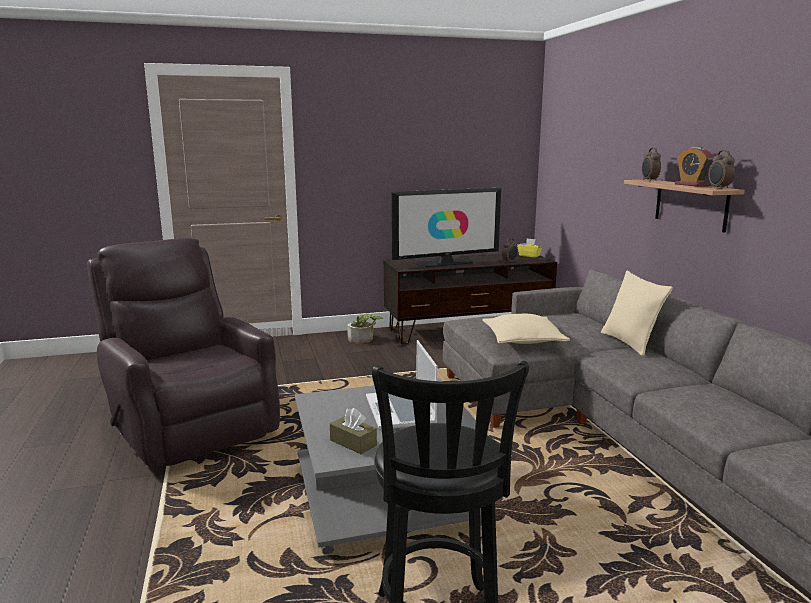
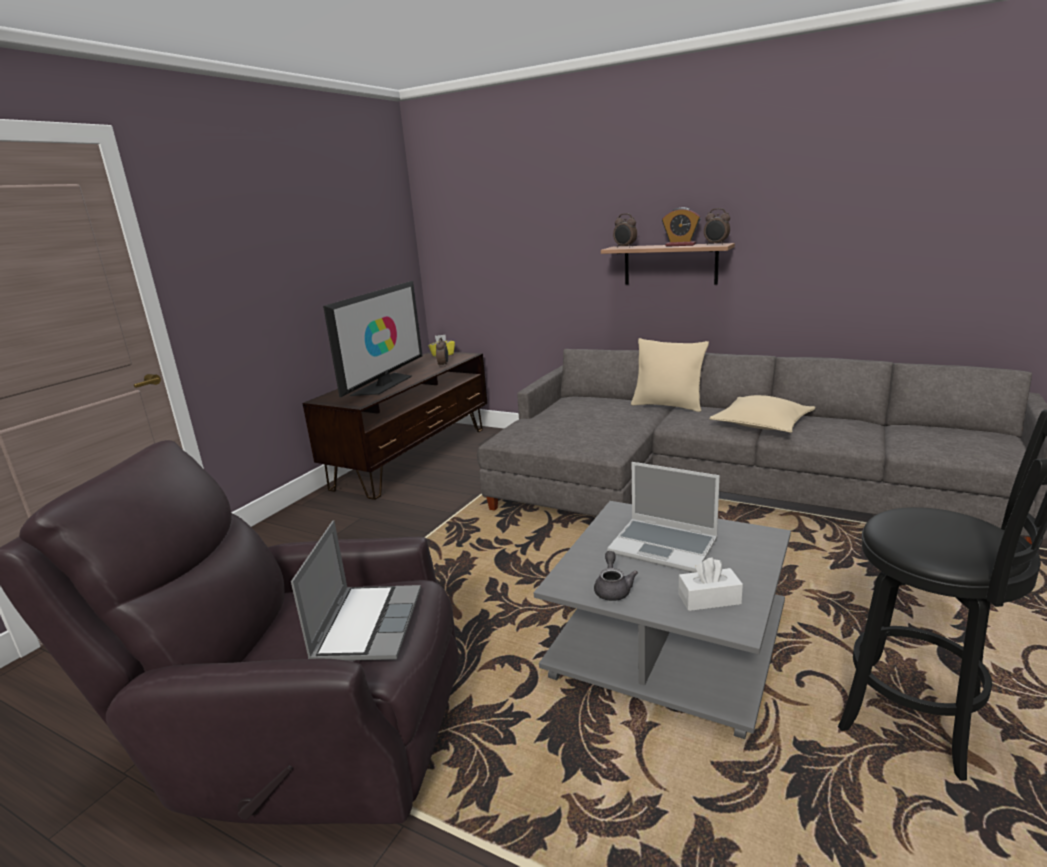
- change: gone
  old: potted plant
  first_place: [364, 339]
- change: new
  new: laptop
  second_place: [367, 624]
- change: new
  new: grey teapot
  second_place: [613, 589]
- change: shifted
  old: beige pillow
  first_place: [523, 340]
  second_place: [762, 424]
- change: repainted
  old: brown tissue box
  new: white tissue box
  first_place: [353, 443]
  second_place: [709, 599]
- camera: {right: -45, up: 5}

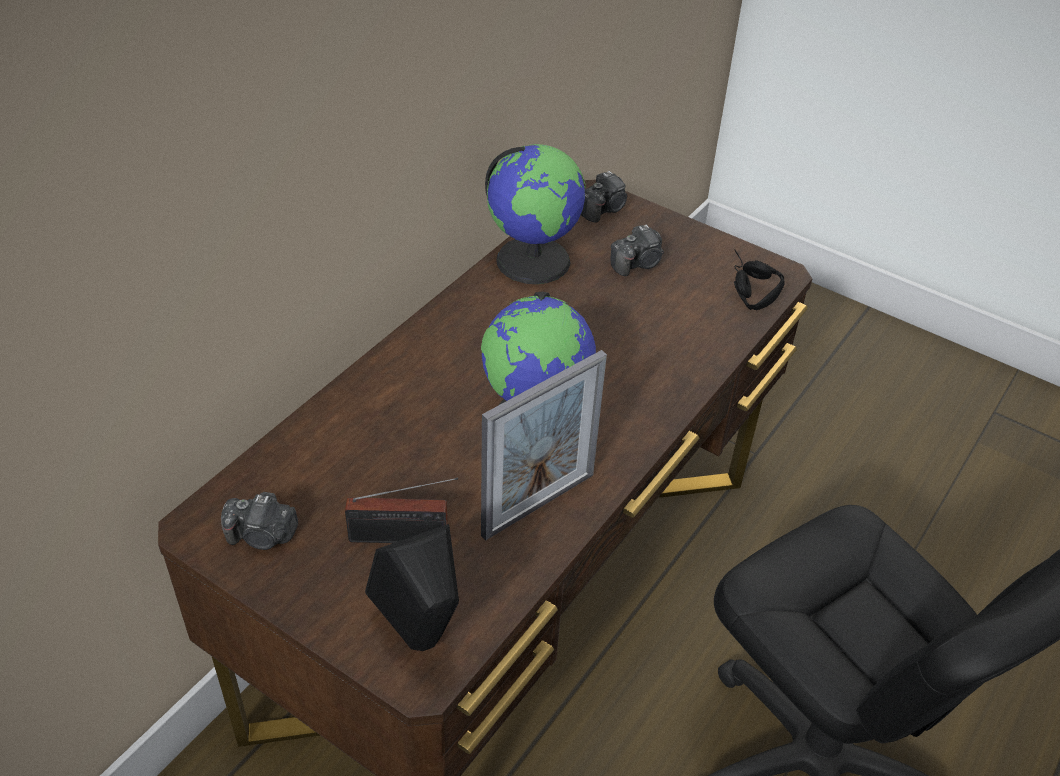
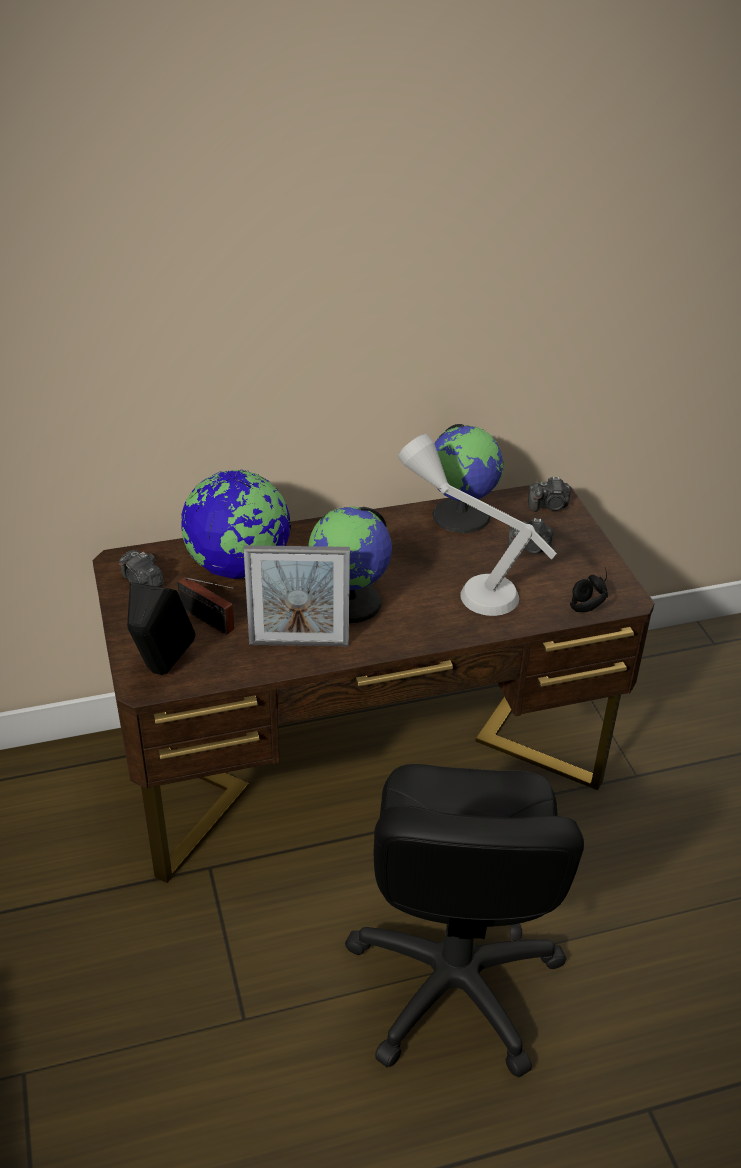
- change: new
  new: globe
  second_place: [239, 567]
- change: new
  new: grey table lamp
  second_place: [466, 582]
- camera: {right: 40, up: -5}

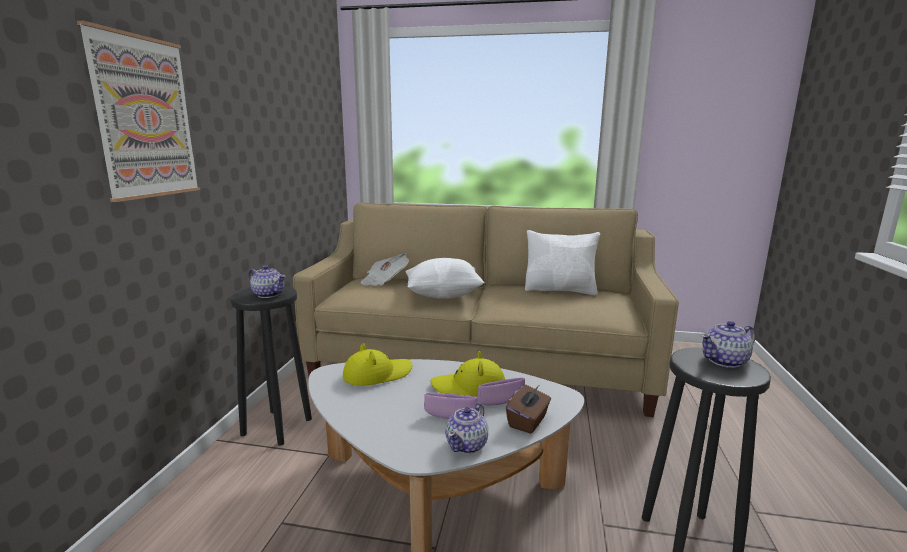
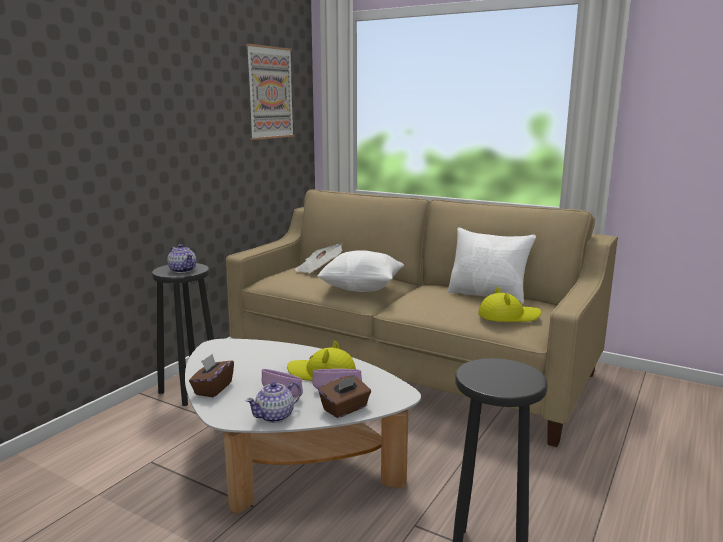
- change: gone
  old: teapot
  first_place: [725, 361]
- change: new
  new: brown tissue box
  second_place: [213, 388]
- change: shifted
  old: picture
  first_place: [144, 118]
  second_place: [270, 93]
- change: shifted
  old: yellow hat
  first_place: [377, 374]
  second_place: [508, 316]
- camera: {right: 20, up: 0}

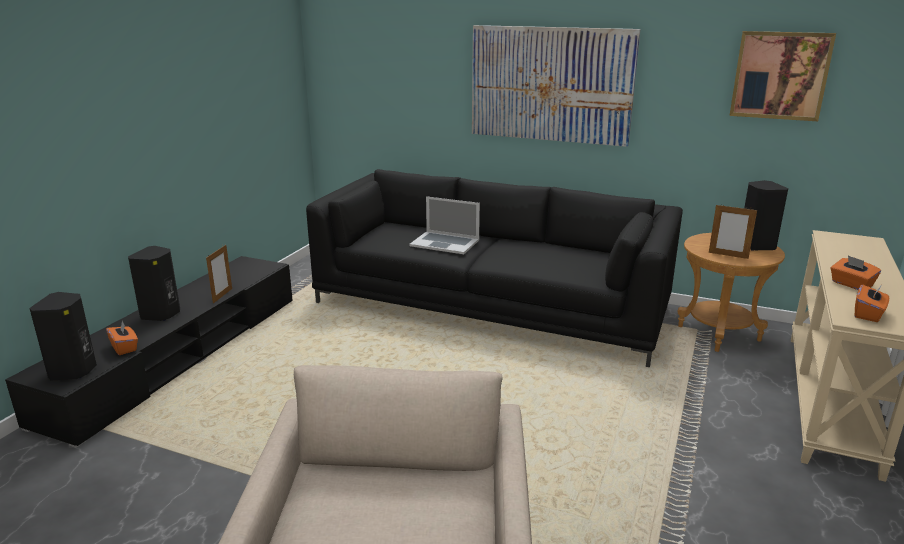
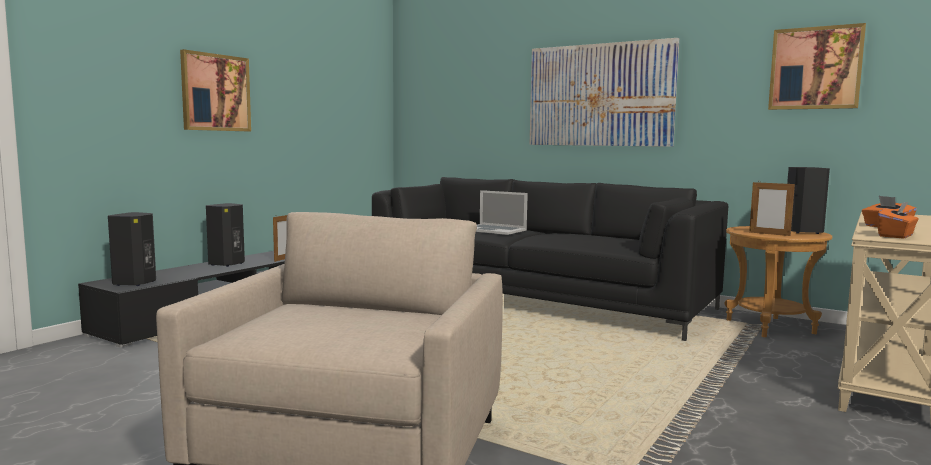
- change: gone
  old: orange tissue box
  first_place: [124, 348]
- change: new
  new: picture
  second_place: [215, 92]
- camera: {right: 10, up: -15}

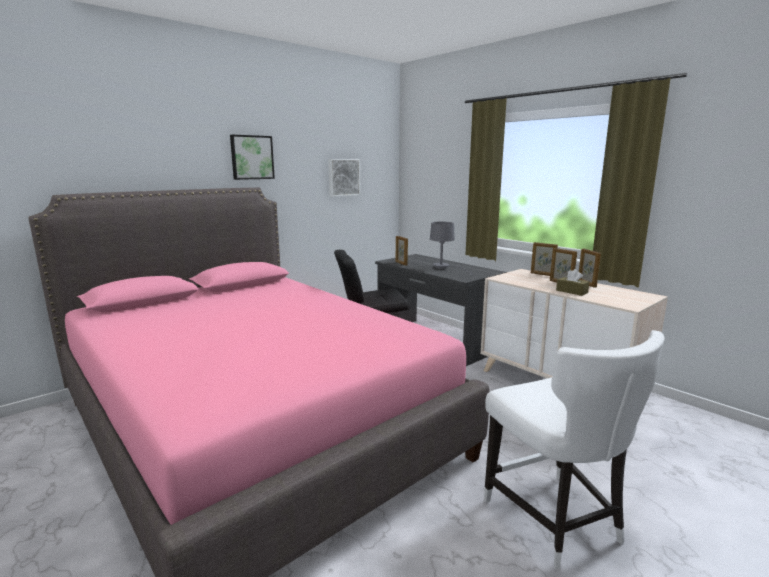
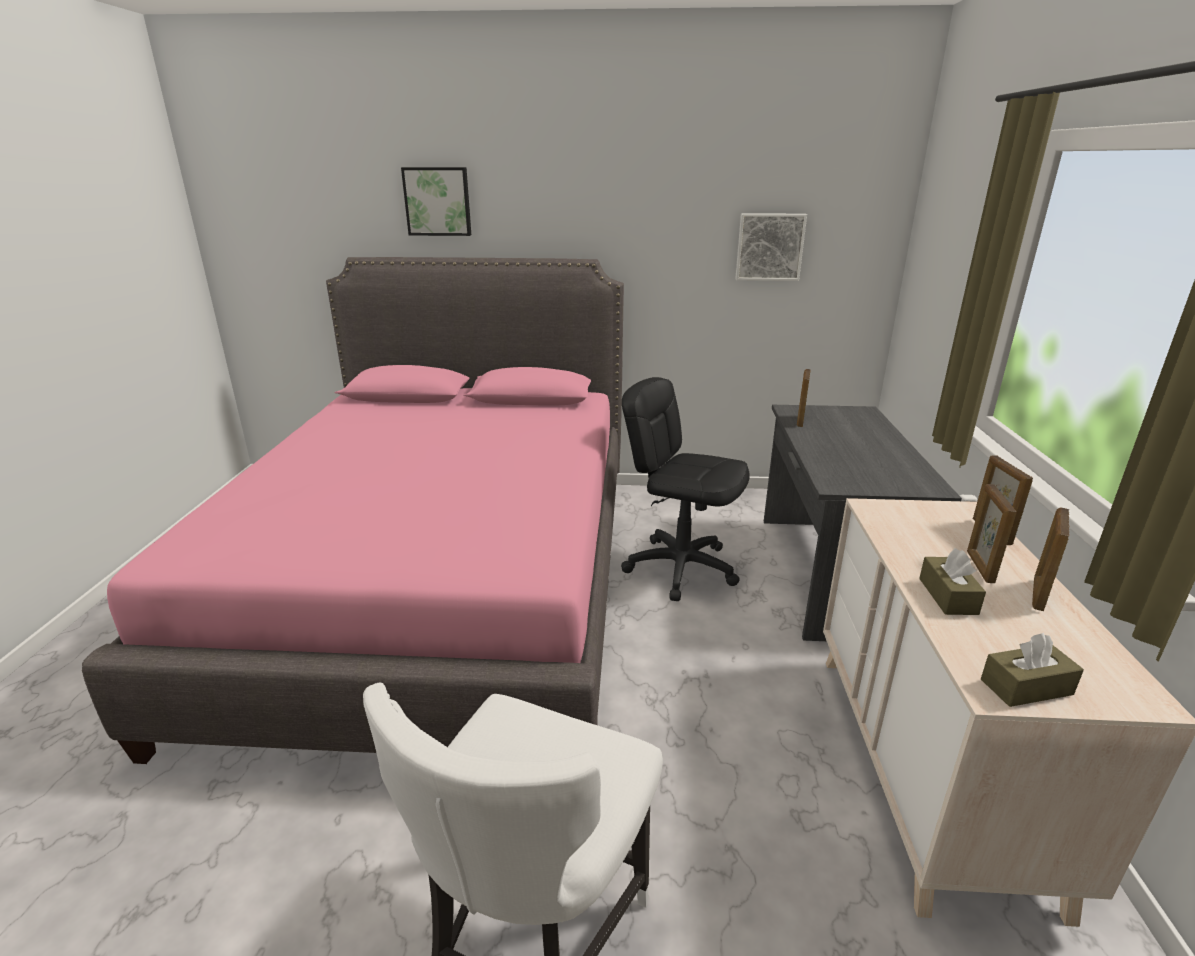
- change: gone
  old: grey table lamp
  first_place: [445, 268]
- change: new
  new: brown tissue box
  second_place: [1026, 687]
- change: shifted
  old: picture
  first_place: [251, 157]
  second_place: [438, 201]
- camera: {right: 45, up: 10}

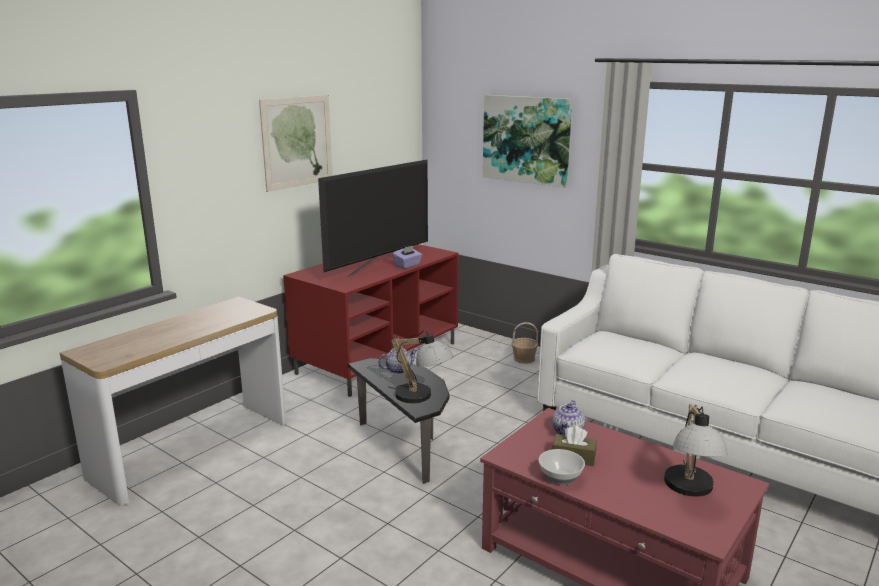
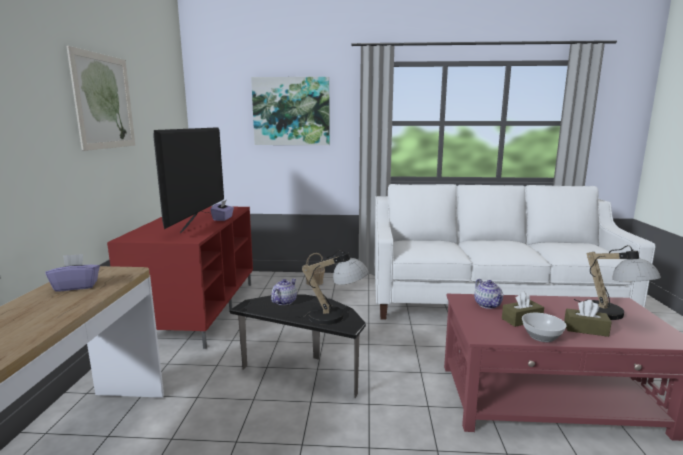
- change: new
  new: purple tissue box
  second_place: [76, 286]
- change: new
  new: brown tissue box
  second_place: [585, 329]
- camera: {right: -35, up: -5}

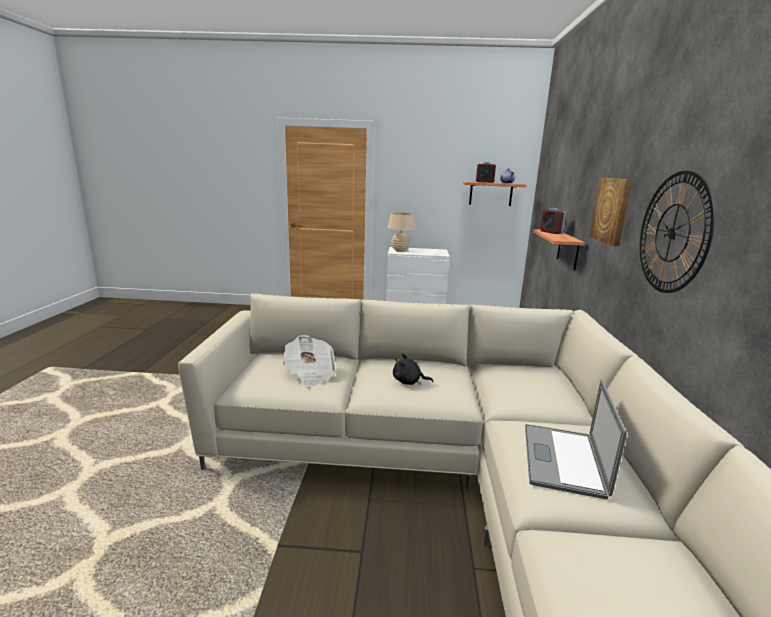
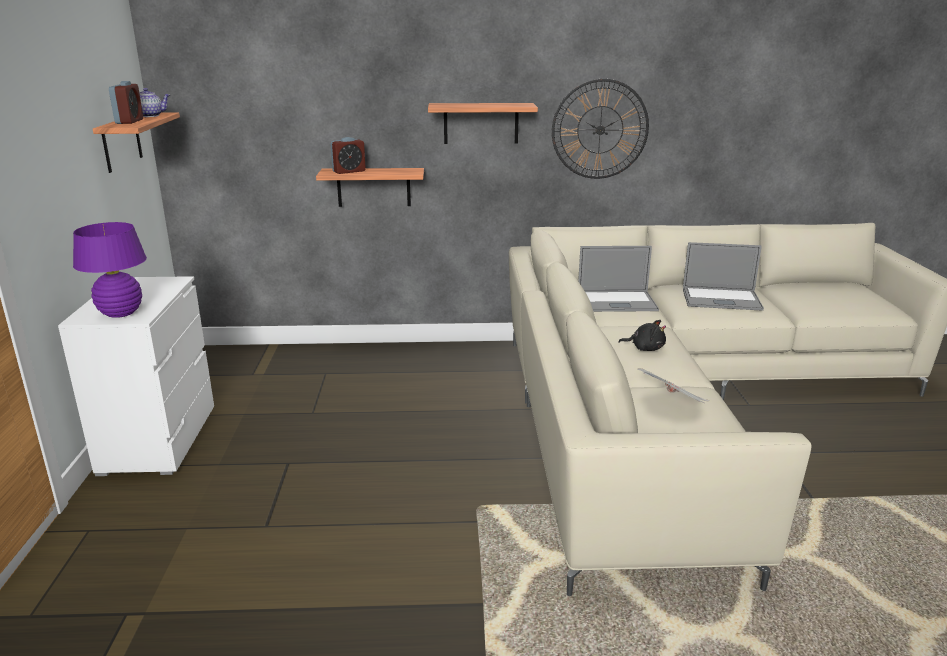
- change: new
  new: laptop
  second_place: [616, 302]
- change: swapped
  old: picture
  new: shelf
  first_place: [611, 210]
  second_place: [481, 123]
- change: repainted
  old: beige table lamp
  new: purple table lamp
  first_place: [400, 250]
  second_place: [121, 313]
- change: rotated
  old: black plush toy
  first_place: [409, 382]
  second_place: [645, 348]
  degrees: -75
- camera: {right: -95, up: 5}

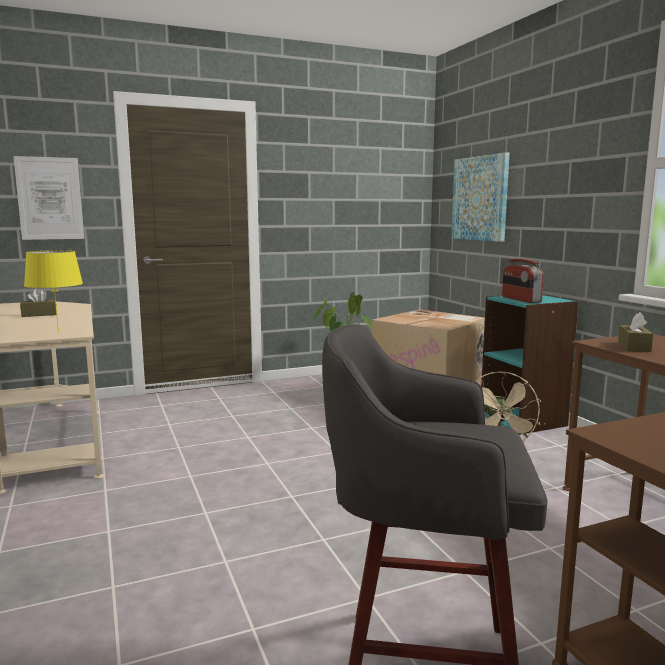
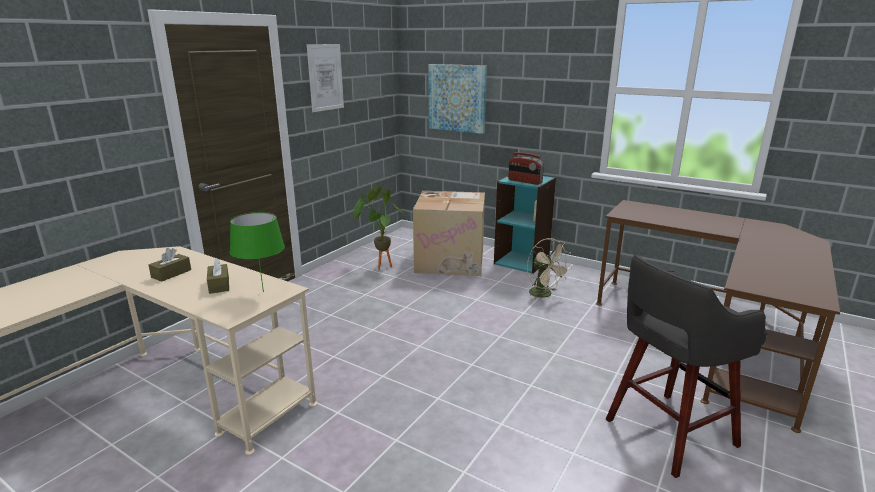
- change: shifted
  old: picture
  first_place: [50, 198]
  second_place: [325, 77]
- change: shifted
  old: brown tissue box
  first_place: [634, 346]
  second_place: [219, 285]
- change: repainted
  old: yellow table lamp
  new: green table lamp
  first_place: [59, 332]
  second_place: [263, 291]
- camera: {right: -35, up: 10}

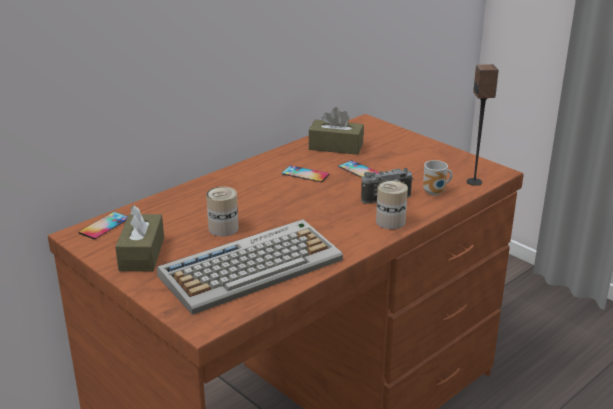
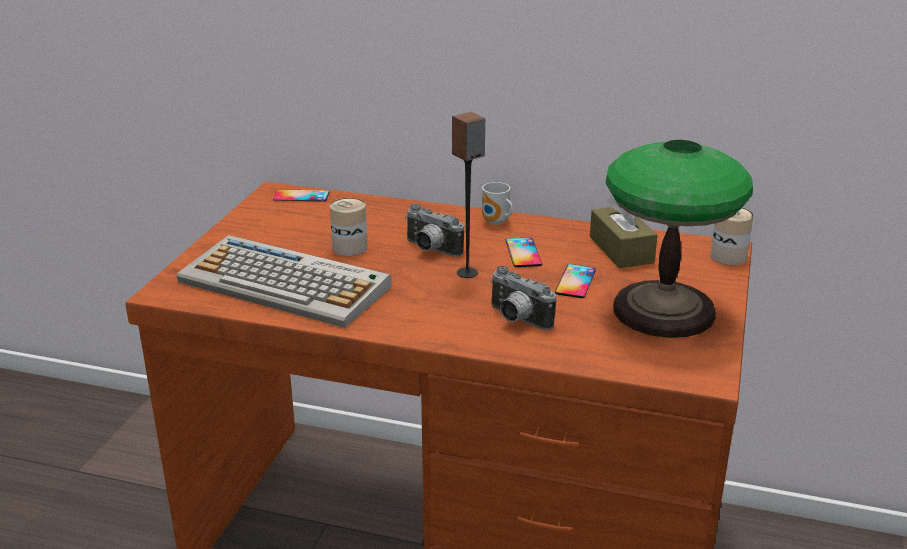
- change: gone
  old: brown tissue box
  first_place: [142, 254]
- change: new
  new: photo camera
  second_place: [430, 250]
- change: new
  new: table lamp
  second_place: [663, 311]
- change: shifted
  old: can
  first_place: [390, 221]
  second_place: [728, 256]
- change: shifted
  old: mug
  first_place: [435, 193]
  second_place: [496, 222]
- change: shifted
  old: speaker
  first_place: [474, 182]
  second_place: [467, 273]
- camera: {right: 60, up: 0}

